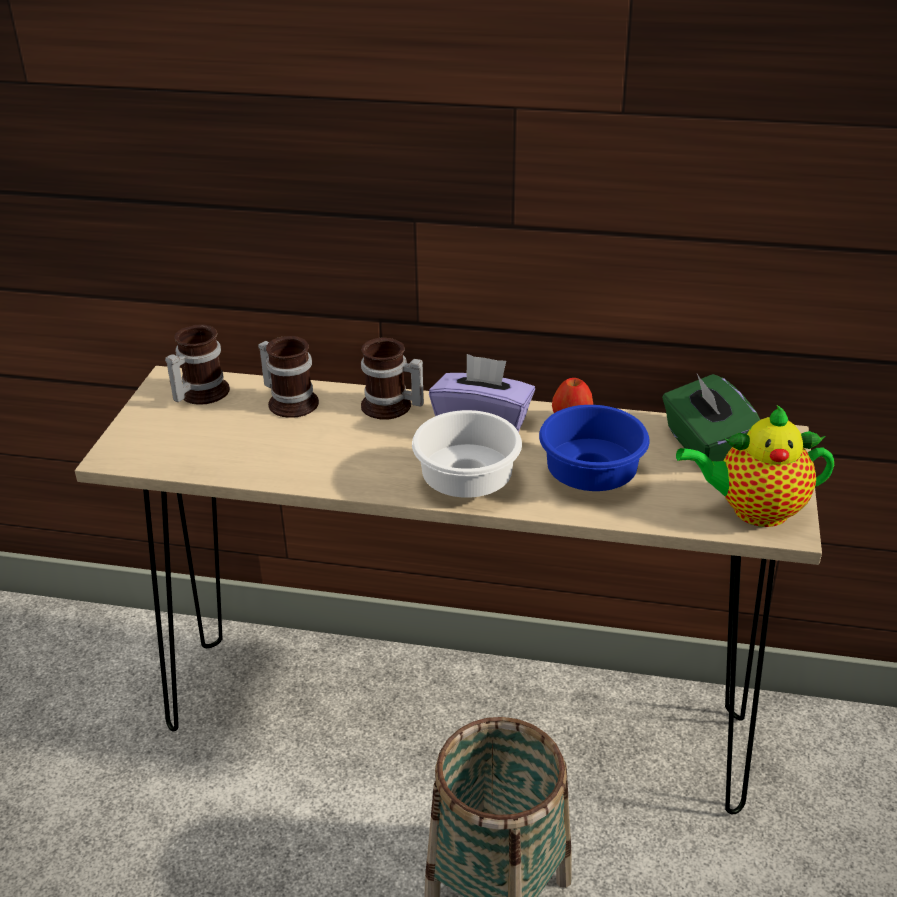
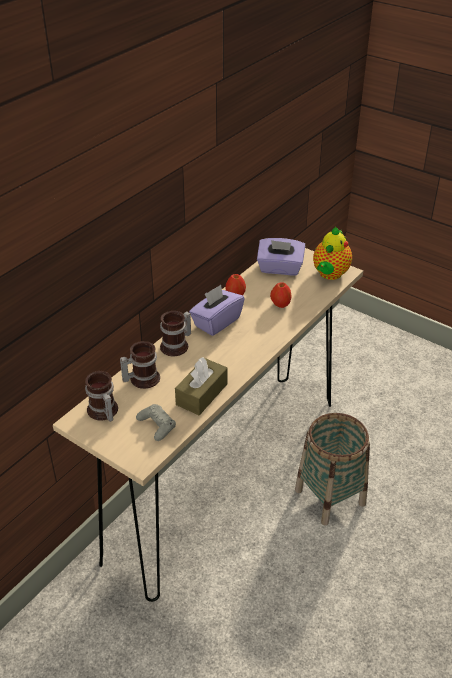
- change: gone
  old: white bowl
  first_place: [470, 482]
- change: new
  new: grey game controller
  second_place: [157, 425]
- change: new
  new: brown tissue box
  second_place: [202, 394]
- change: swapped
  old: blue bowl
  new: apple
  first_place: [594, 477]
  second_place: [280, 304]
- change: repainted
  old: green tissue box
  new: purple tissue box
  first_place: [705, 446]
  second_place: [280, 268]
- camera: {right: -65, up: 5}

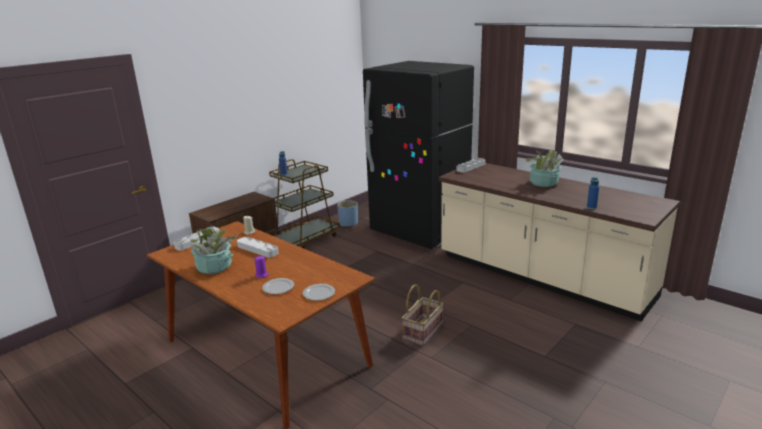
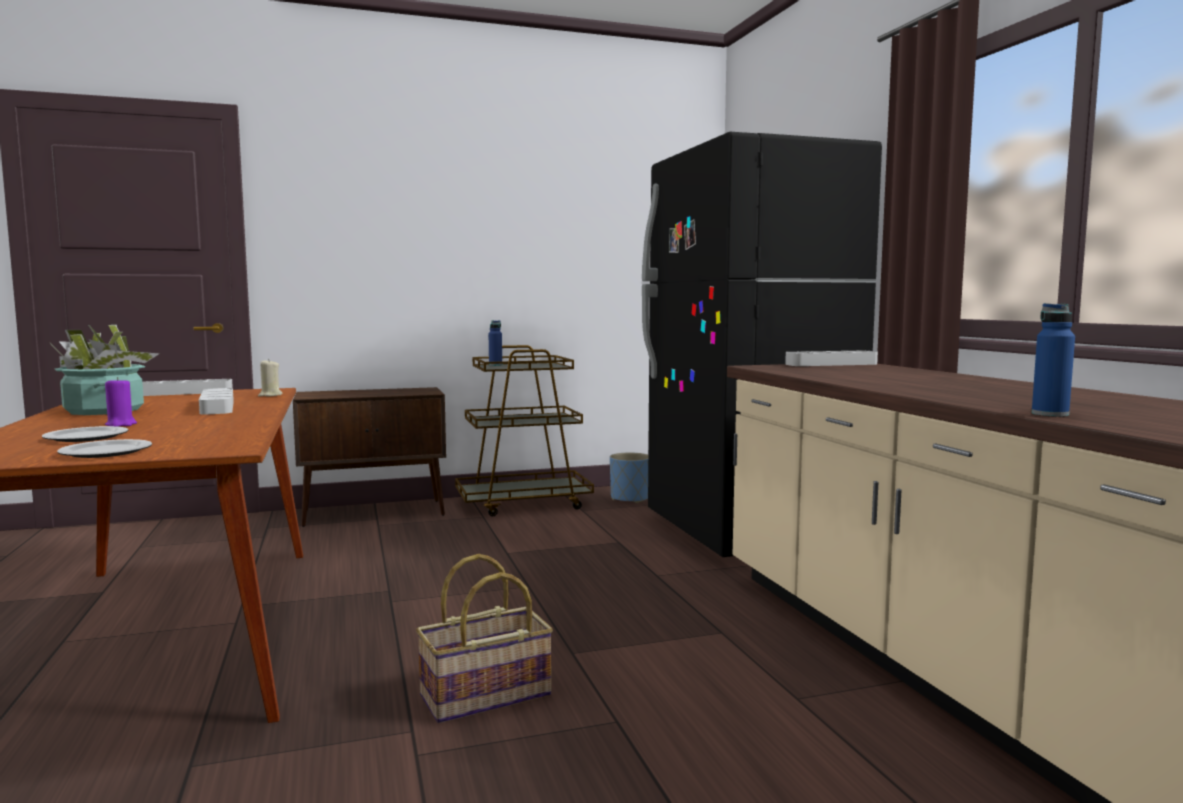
- change: gone
  old: potted plant
  first_place: [544, 183]
- camera: {right: 30, up: -15}

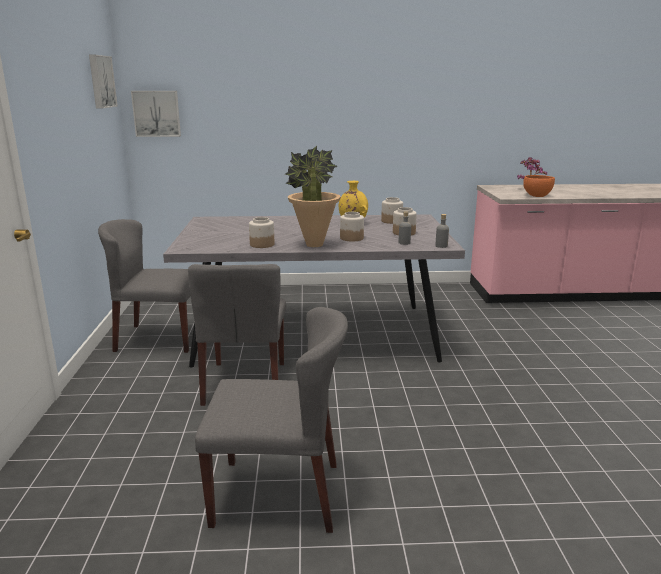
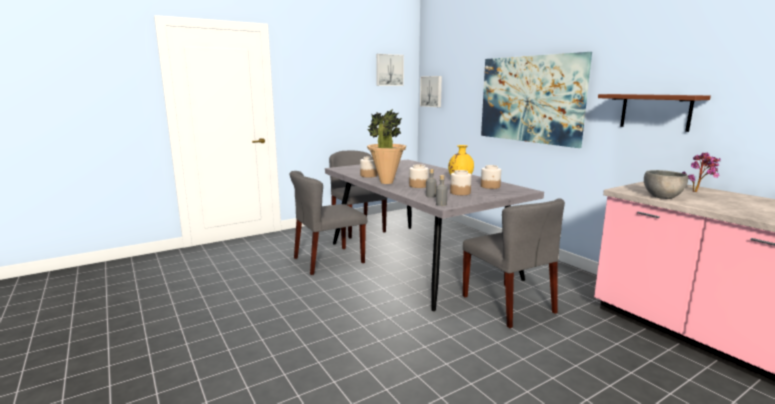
- change: new
  new: picture
  second_place: [530, 99]
- change: new
  new: brown shelf
  second_place: [655, 112]
- change: shifted
  old: grey chair
  first_place: [278, 493]
  second_place: [508, 304]
- change: repainted
  old: orange bowl
  new: grey bowl
  first_place: [537, 196]
  second_place: [663, 197]
- camera: {right: 60, up: -5}

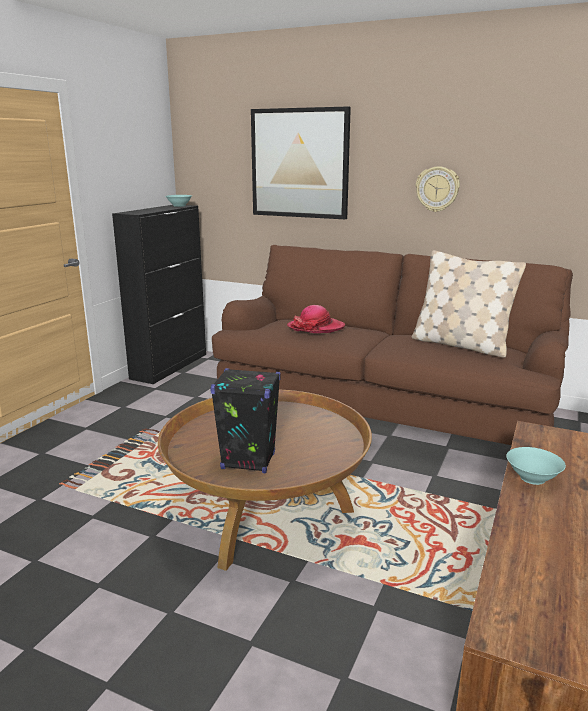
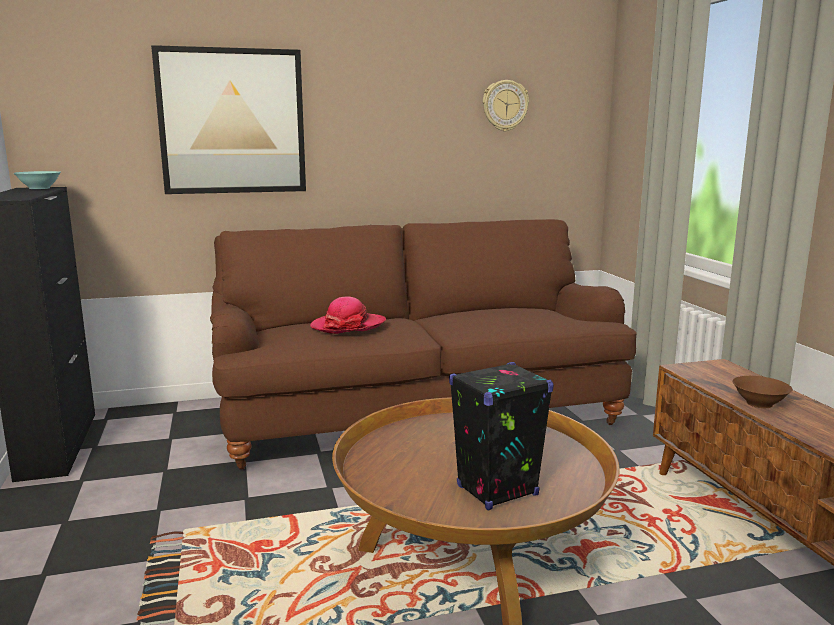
- change: gone
  old: beige pillow
  first_place: [460, 345]
- change: shifted
  old: wall clock
  first_place: [437, 189]
  second_place: [505, 105]
- change: repainted
  old: turquoise bowl
  new: brown bowl
  first_place: [533, 478]
  second_place: [759, 403]
- camera: {right: -40, up: -5}

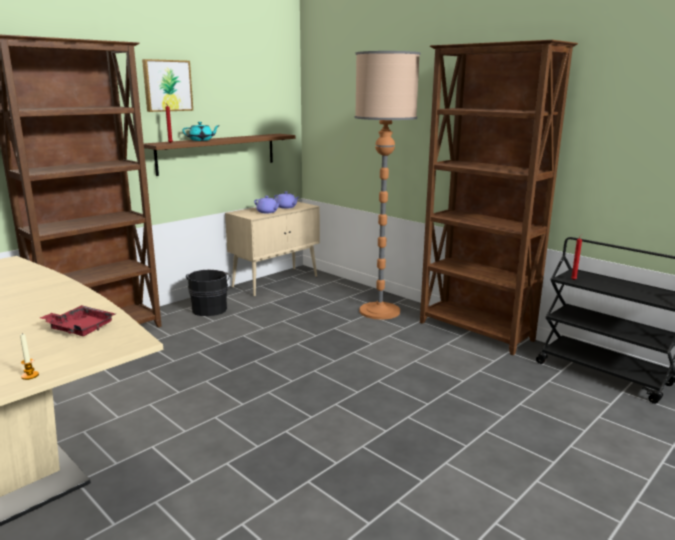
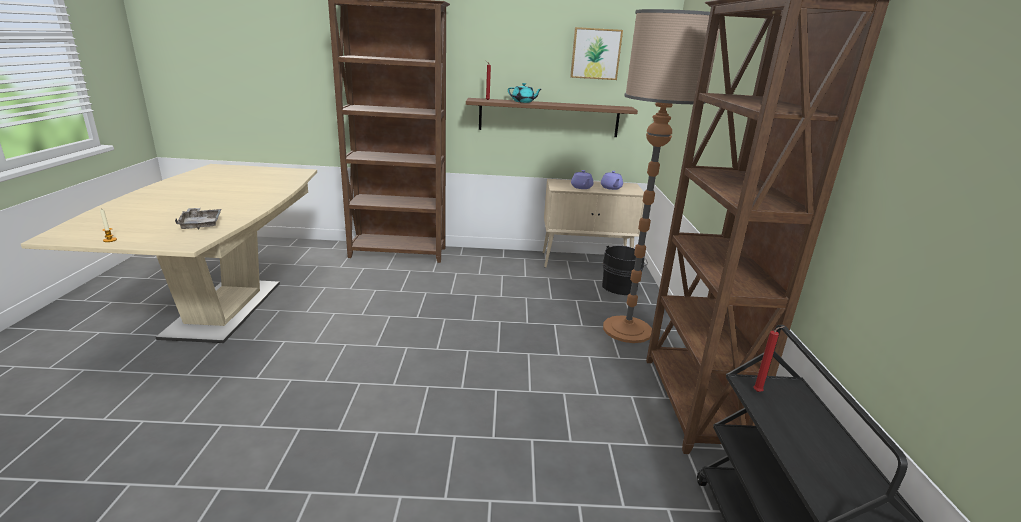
- change: shifted
  old: picture
  first_place: [167, 85]
  second_place: [595, 53]
- change: shifted
  old: black bucket
  first_place: [209, 309]
  second_place: [620, 286]
- change: repainted
  old: red tray
  new: grey tray
  first_place: [80, 328]
  second_place: [201, 224]
- camera: {right: 45, up: 5}

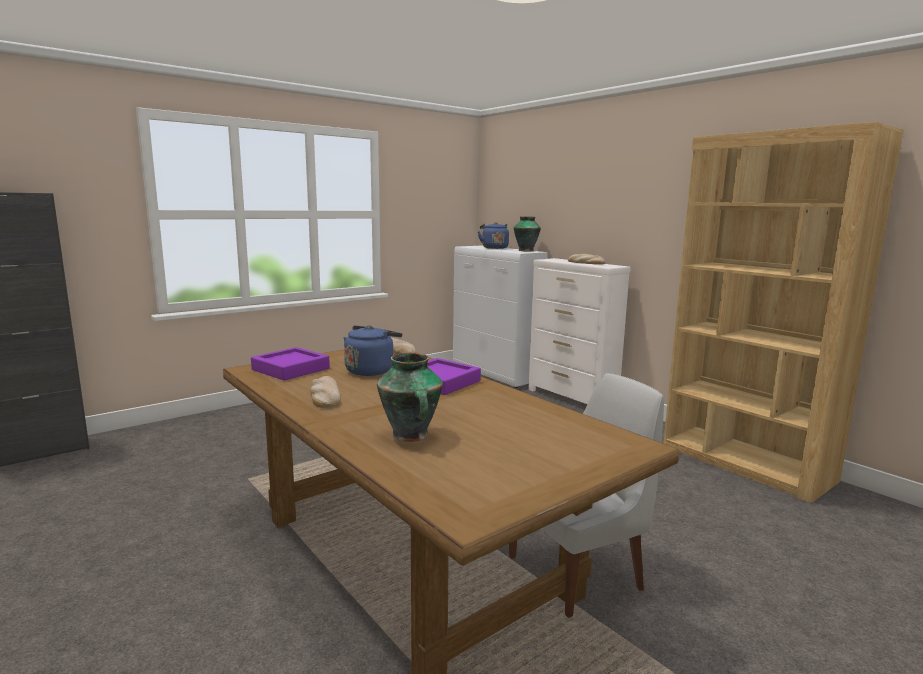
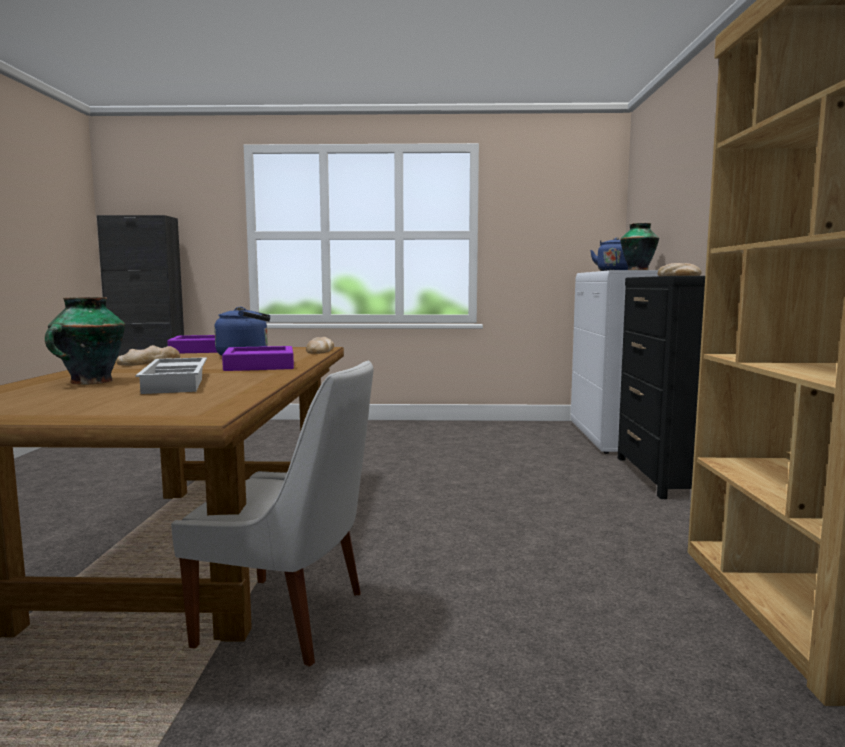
- change: new
  new: white tray
  second_place: [178, 382]
- change: repainted
  old: white dresser
  new: black dresser
  first_place: [571, 399]
  second_place: [659, 477]
- camera: {right: 40, up: -5}

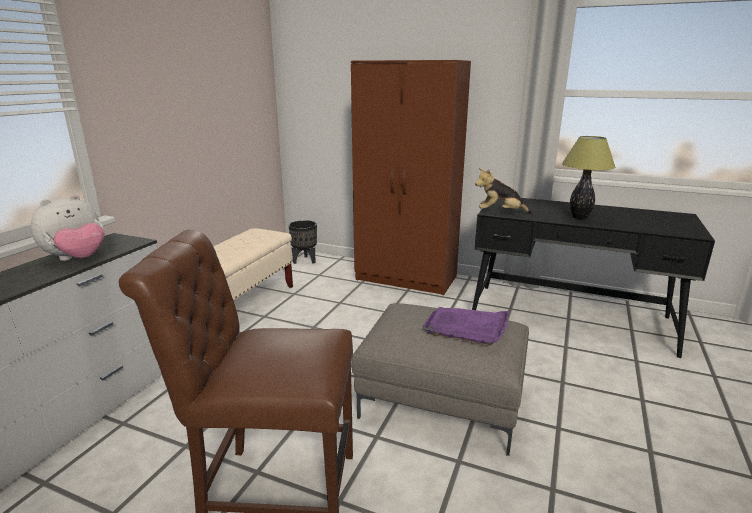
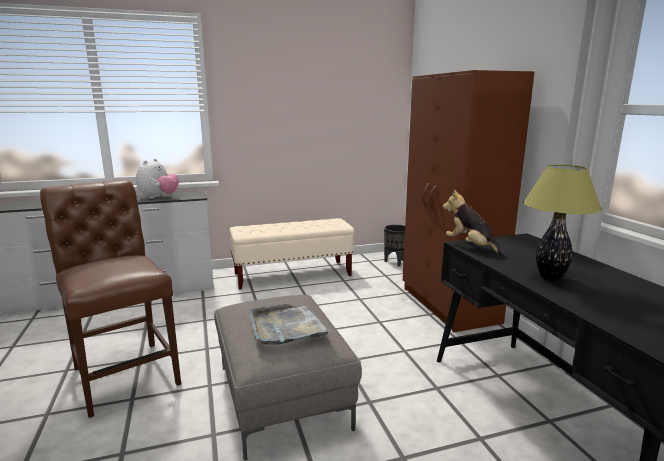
- change: repainted
  old: purple tray
  new: grey tray
  first_place: [467, 327]
  second_place: [286, 327]
- change: rotated
  old: plush toy
  first_place: [77, 259]
  second_place: [159, 197]
  degrees: -75
- camera: {right: 50, up: -5}

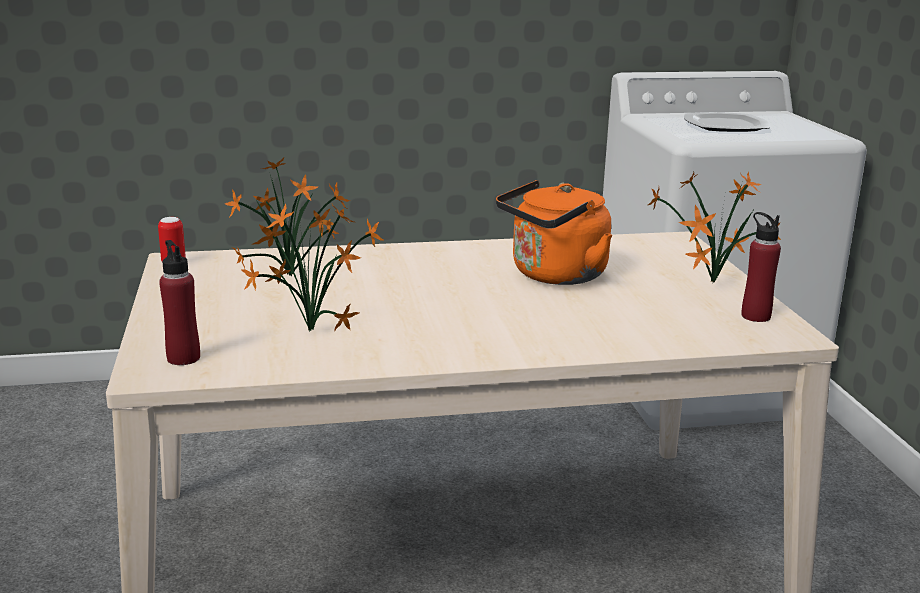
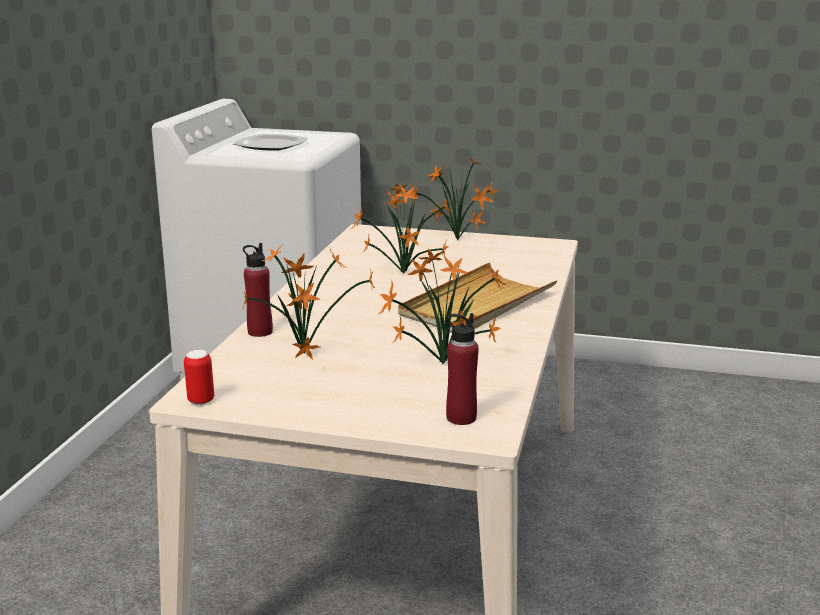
- change: new
  new: beige tray
  second_place: [477, 305]
- change: shifted
  old: red bottle
  first_place: [755, 316]
  second_place: [260, 332]
- change: swapped
  old: orange kettle
  new: potted plant
  first_place: [554, 276]
  second_place: [400, 273]
- camera: {right: -65, up: 0}

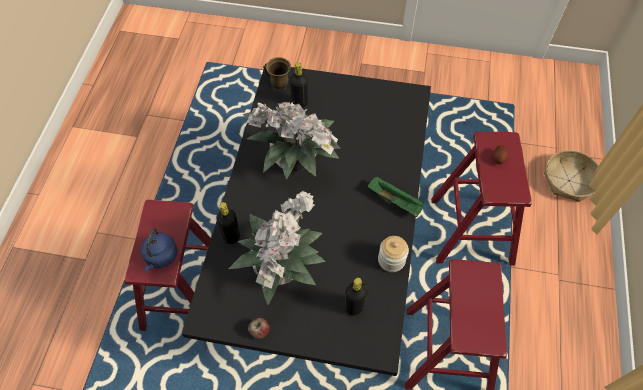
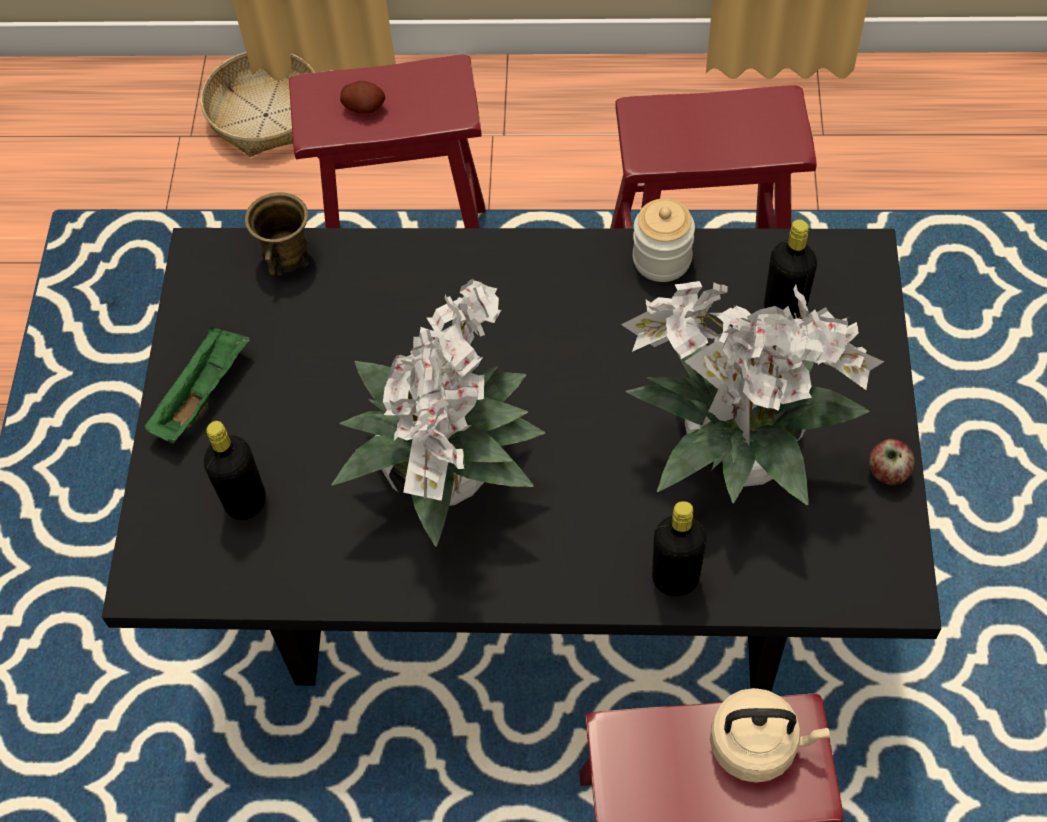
- change: shifted
  old: brown mug
  first_place: [279, 83]
  second_place: [287, 255]
- change: shifted
  old: green tray
  first_place: [395, 201]
  second_place: [202, 394]
- change: repainted
  old: blue kettle
  new: beige kettle
  first_place: [161, 257]
  second_place: [758, 745]
- camera: {right: -95, up: 0}

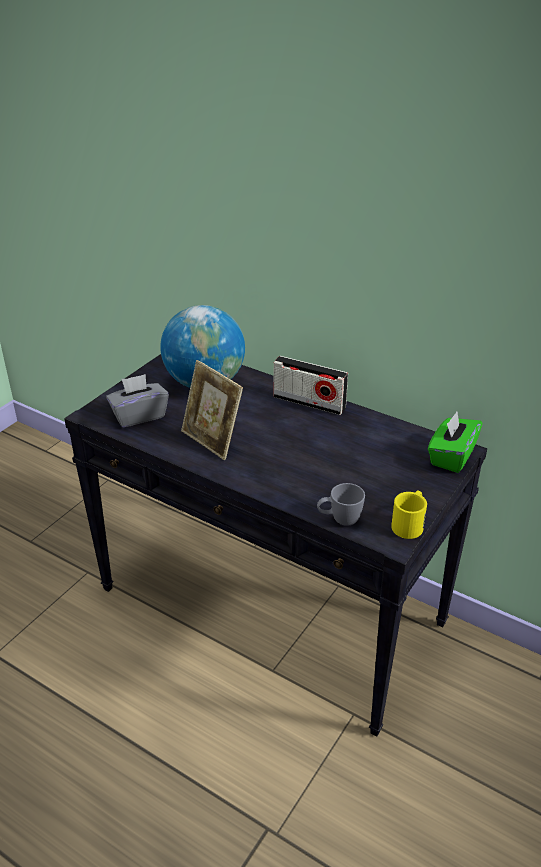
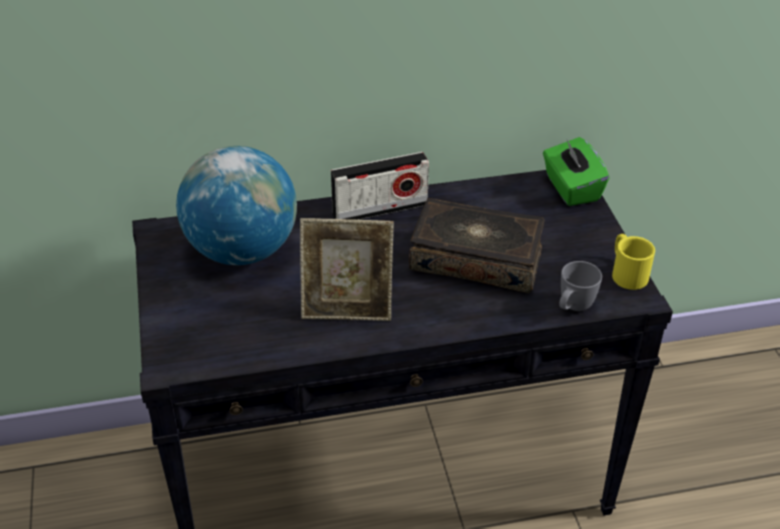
- change: gone
  old: grey tissue box
  first_place: [139, 415]
- change: new
  new: book
  second_place: [476, 258]
- camera: {right: -45, up: 5}

